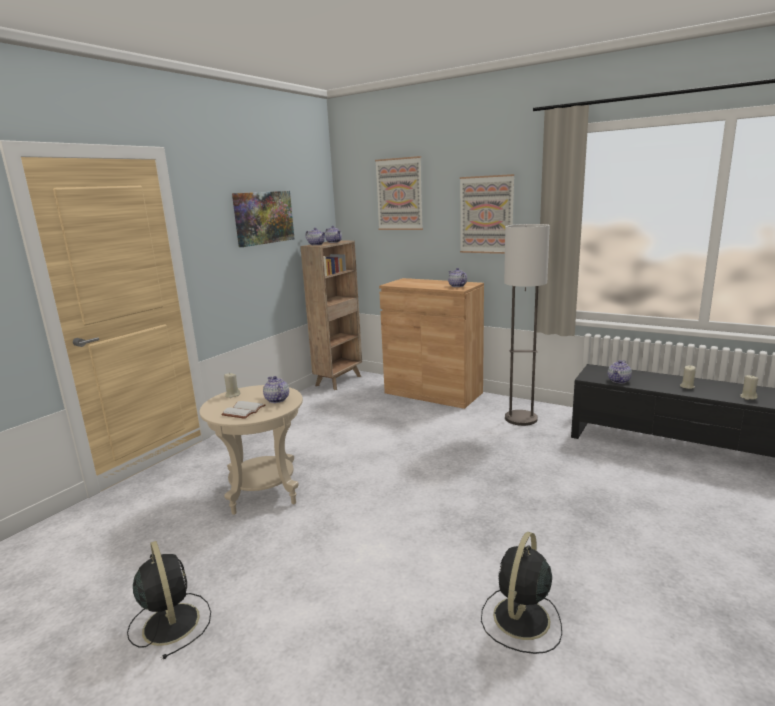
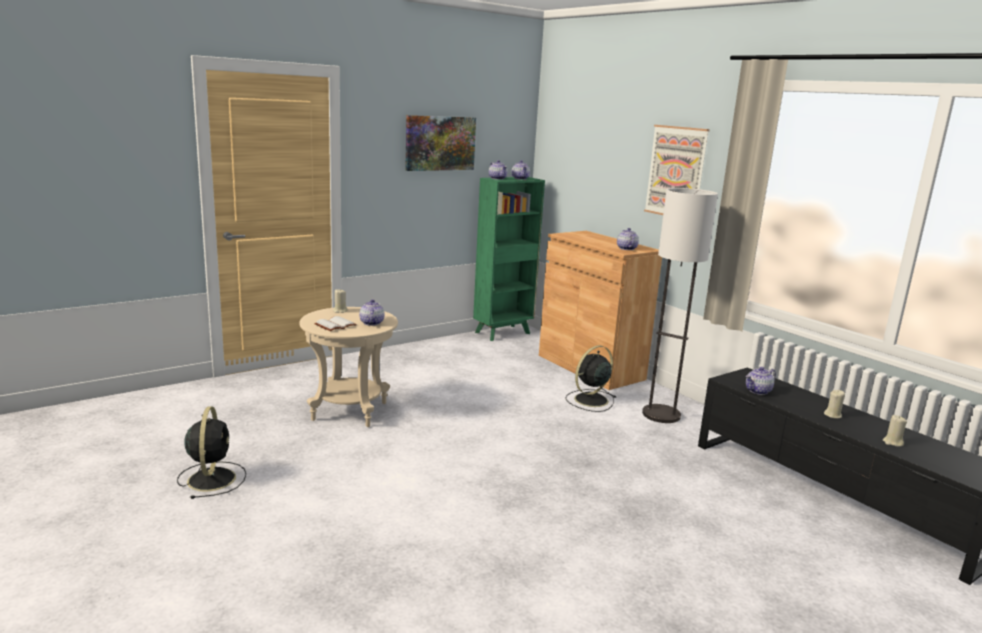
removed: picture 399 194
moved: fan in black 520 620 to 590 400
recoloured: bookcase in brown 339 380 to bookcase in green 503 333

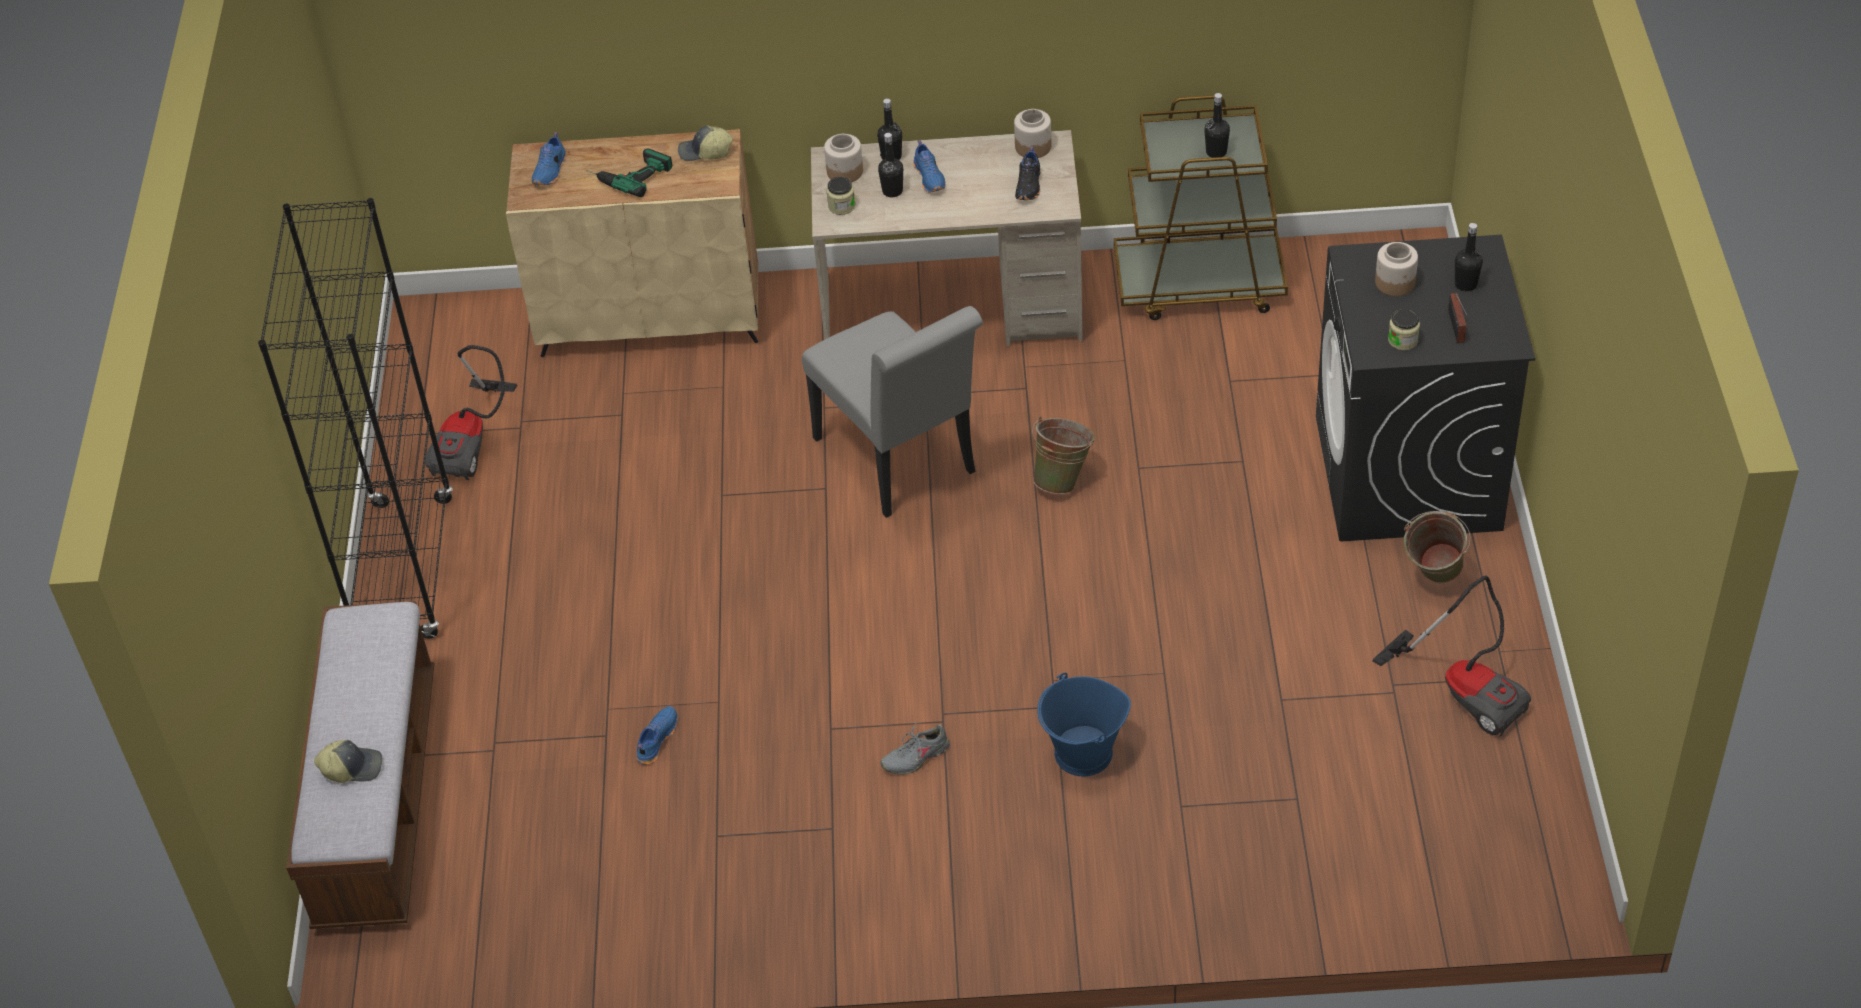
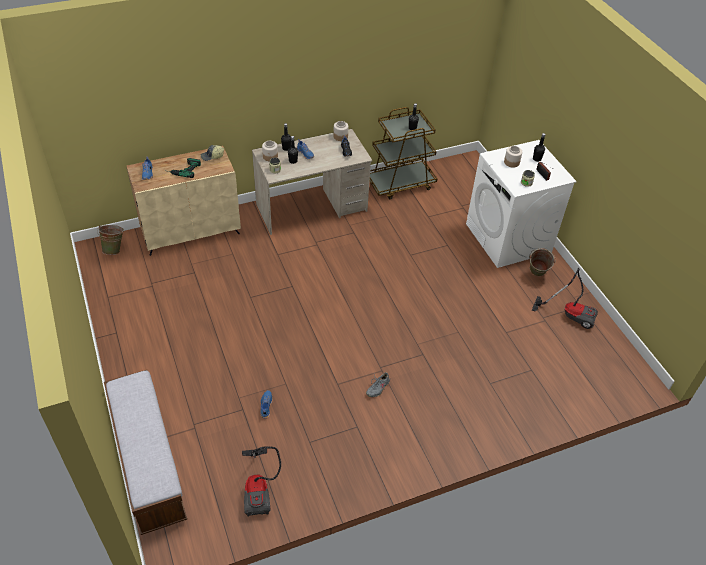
removed: bookcase in black 405 570; cap 352 767; chair in grey 900 462; bucket in blue 1083 754
moved: vacuum cleaner 474 441 to 259 489; bucket in green 1063 479 to 114 249
recoloured: washing machine in black 1408 474 to washing machine in white 508 238

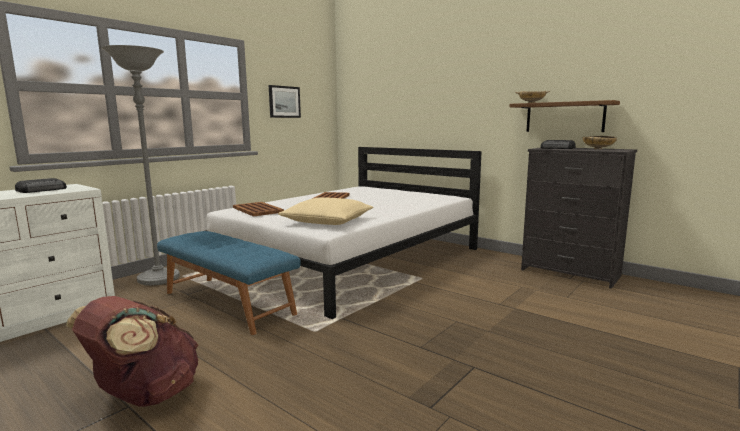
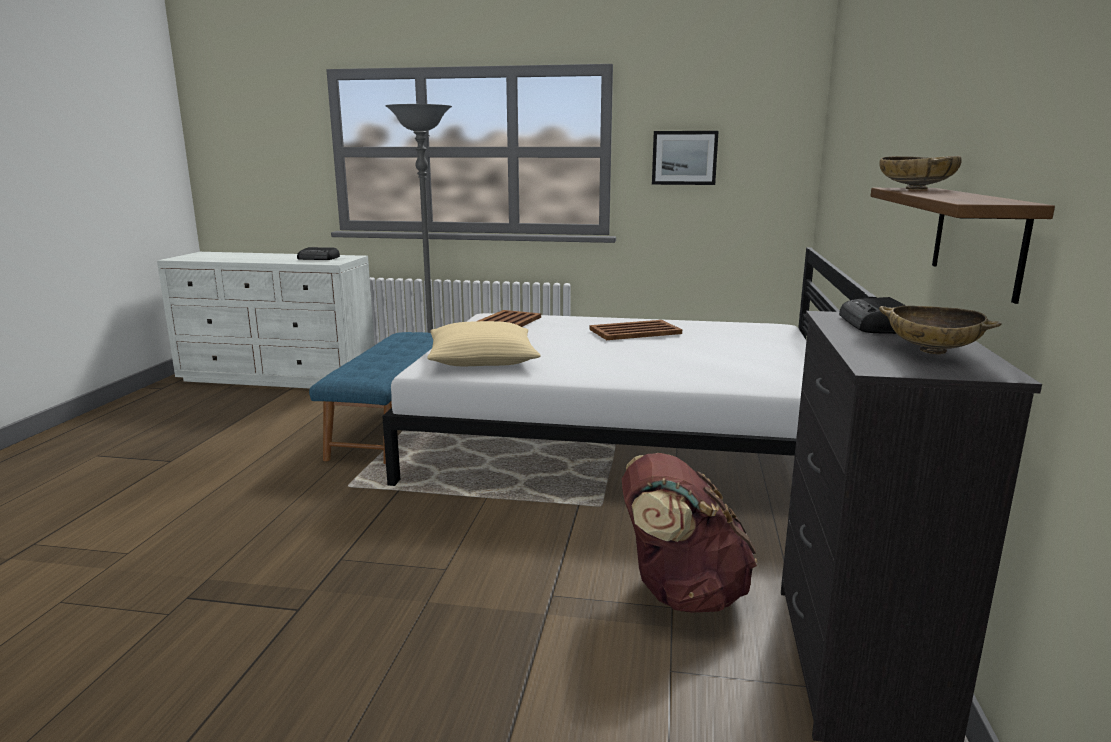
moved: backpack in brown 144 396 to 681 593

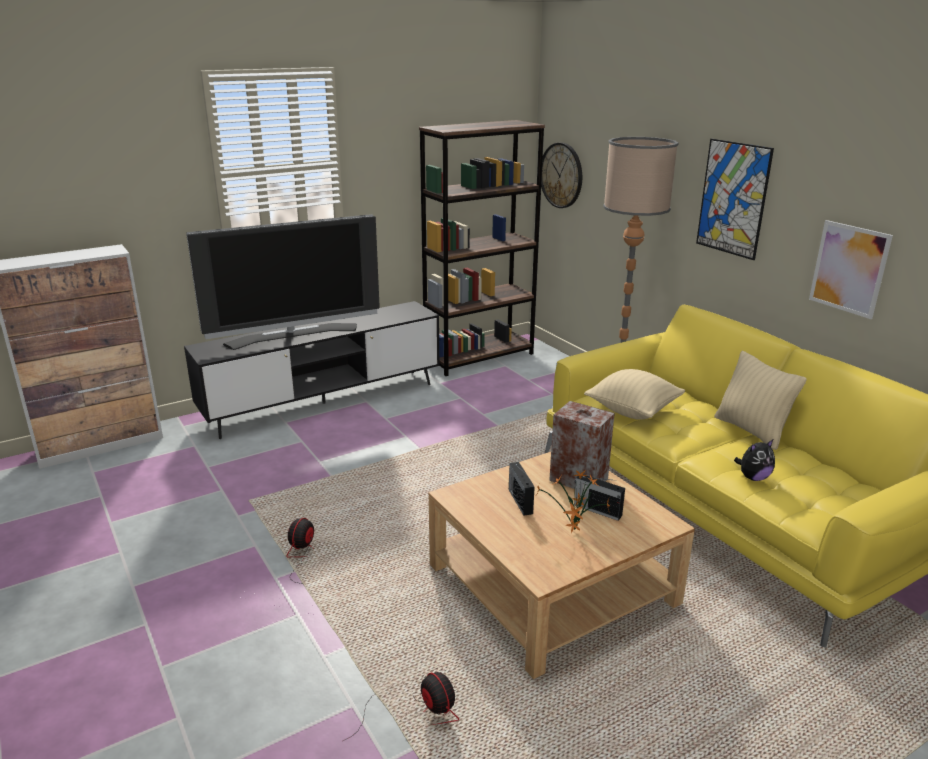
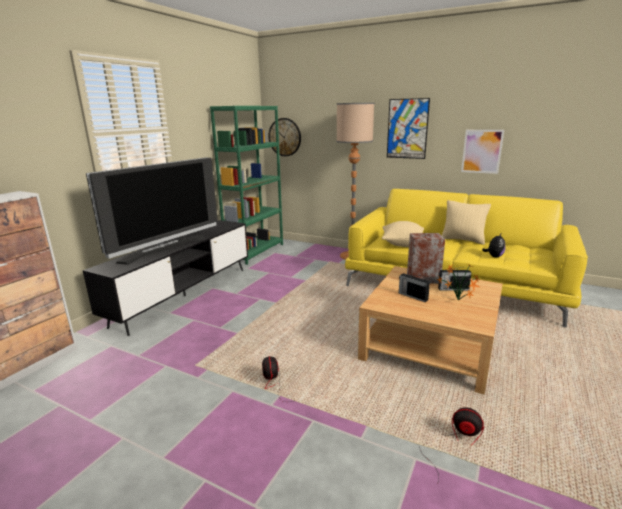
recoloured: bookcase in brown 479 357 to bookcase in green 255 252

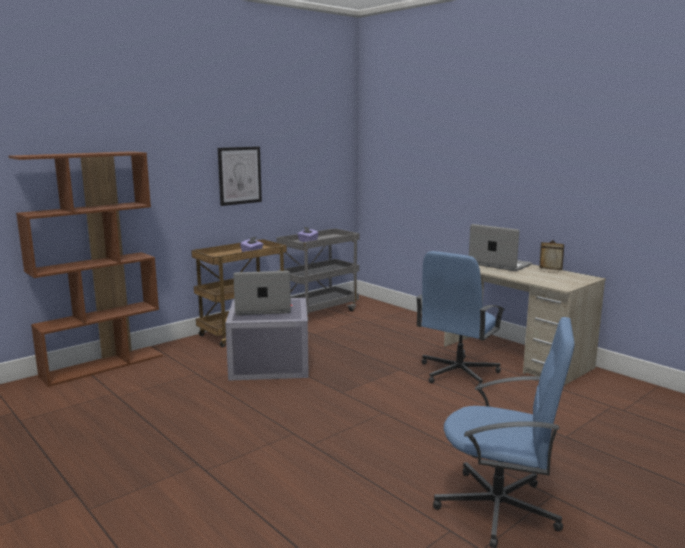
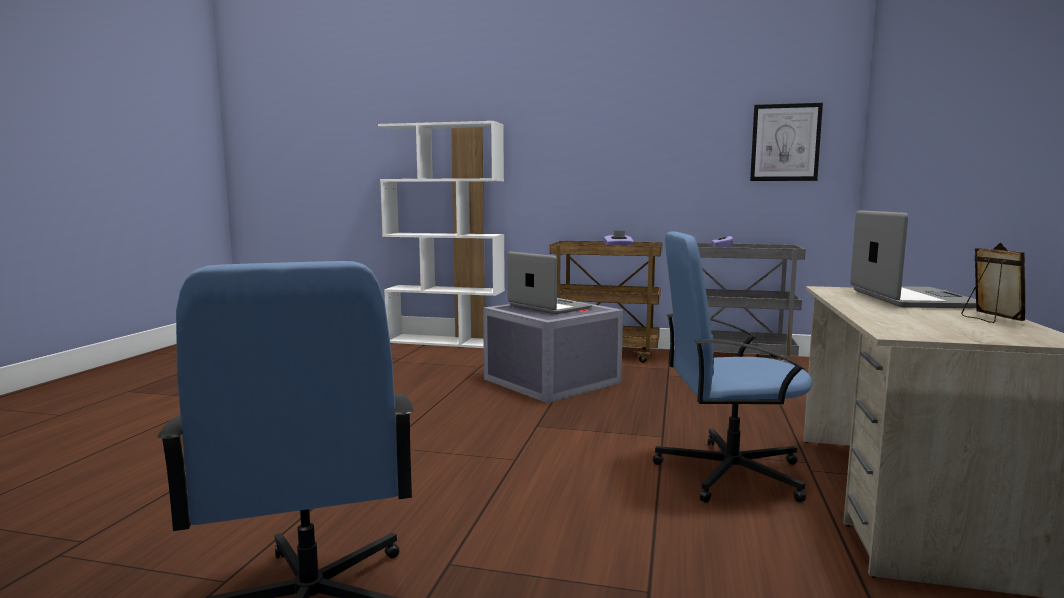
moved: picture 239 175 to 785 142
recoloured: bookcase in brown 103 365 to bookcase in white 446 342

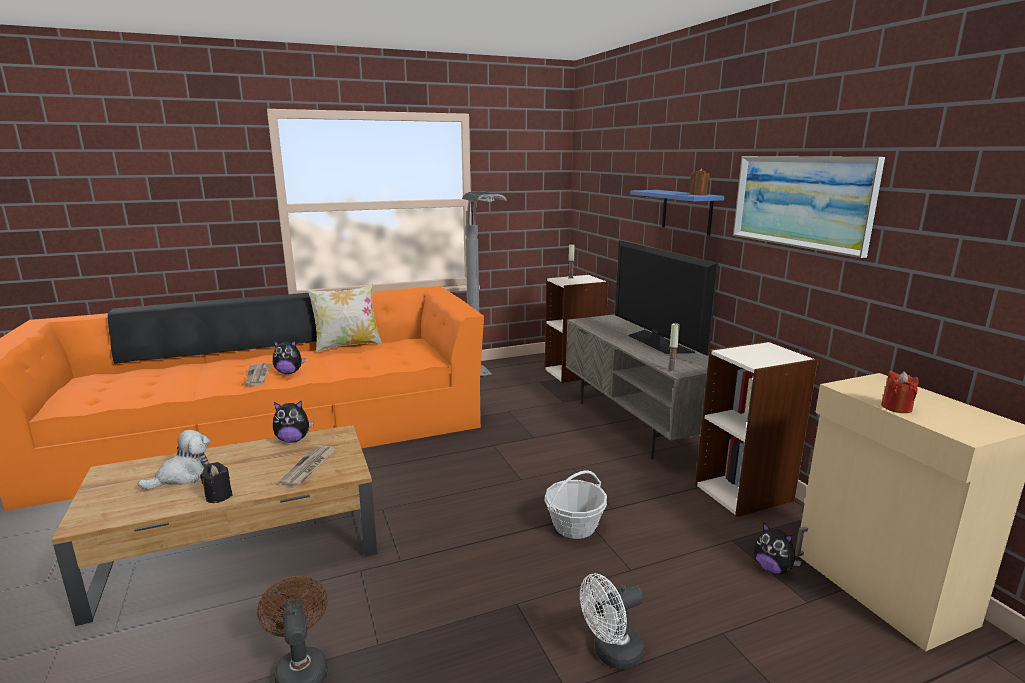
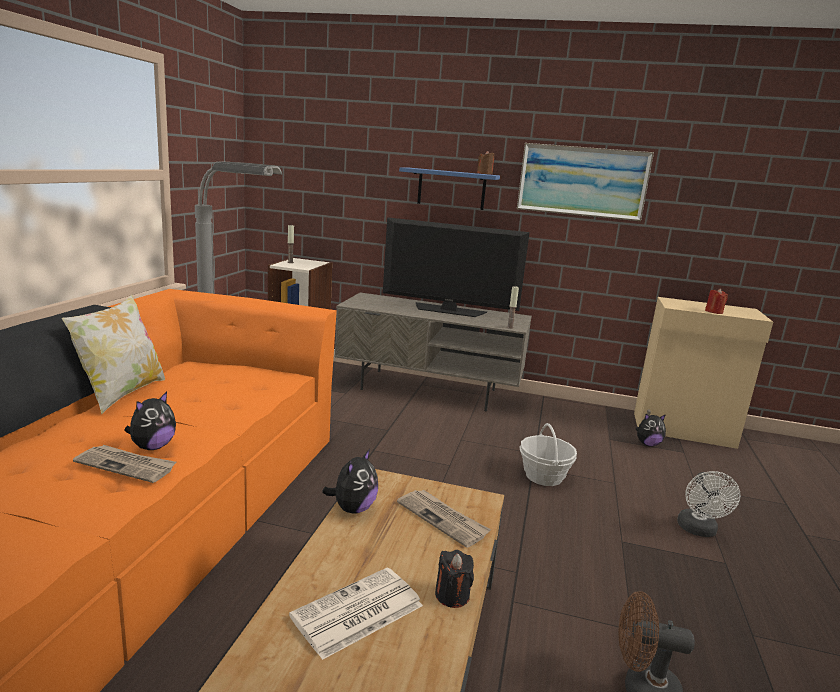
removed: bookcase 744 492
replaced: plush toy 183 476 to newspaper 356 613

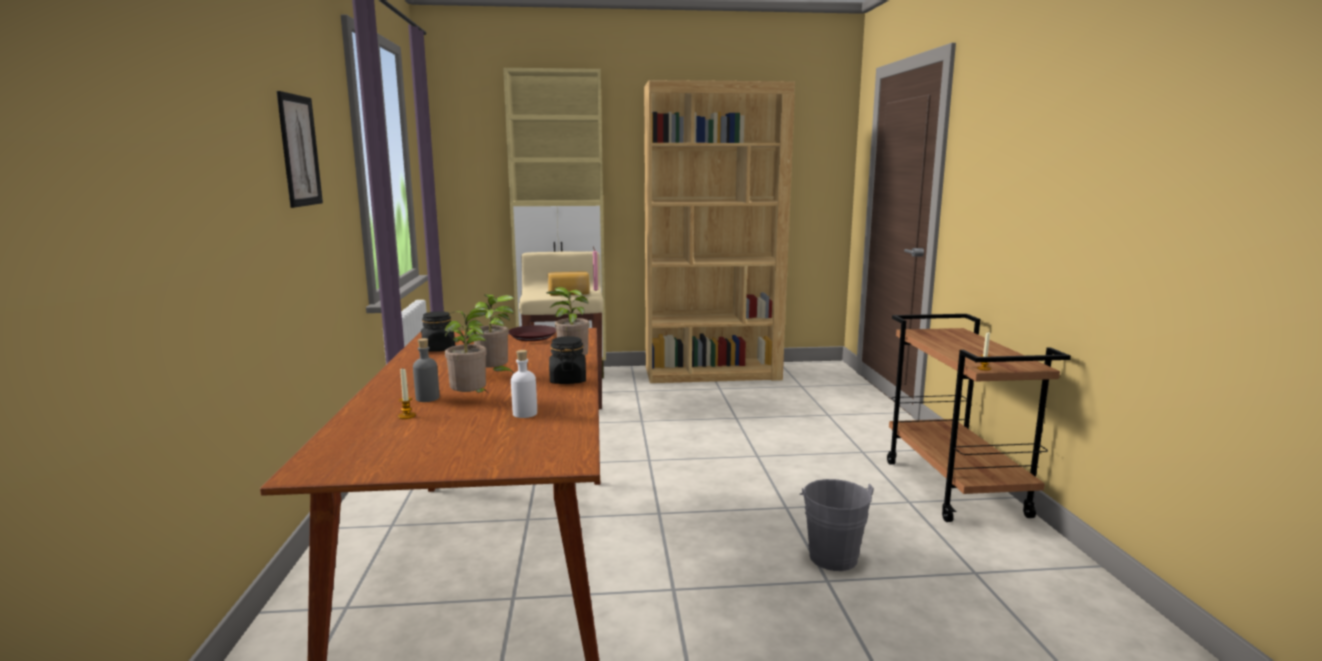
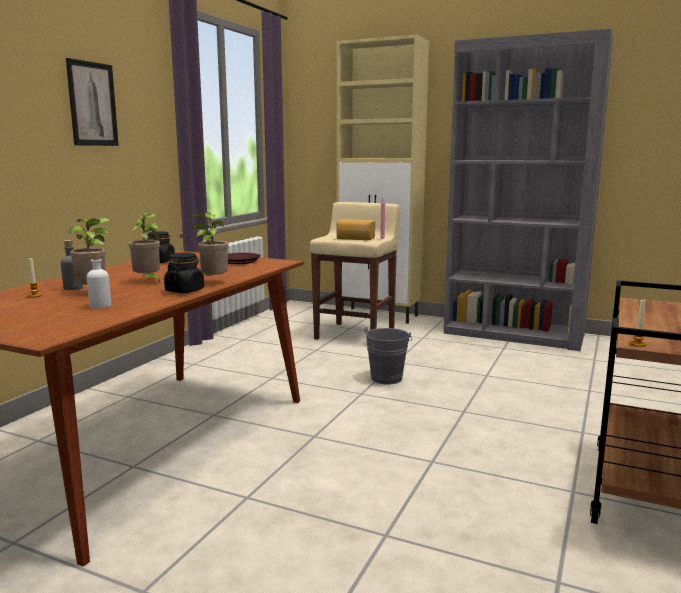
moved: bucket in grey 831 554 to 387 377
recoloured: bookcase in brown 712 373 to bookcase in grey 514 334

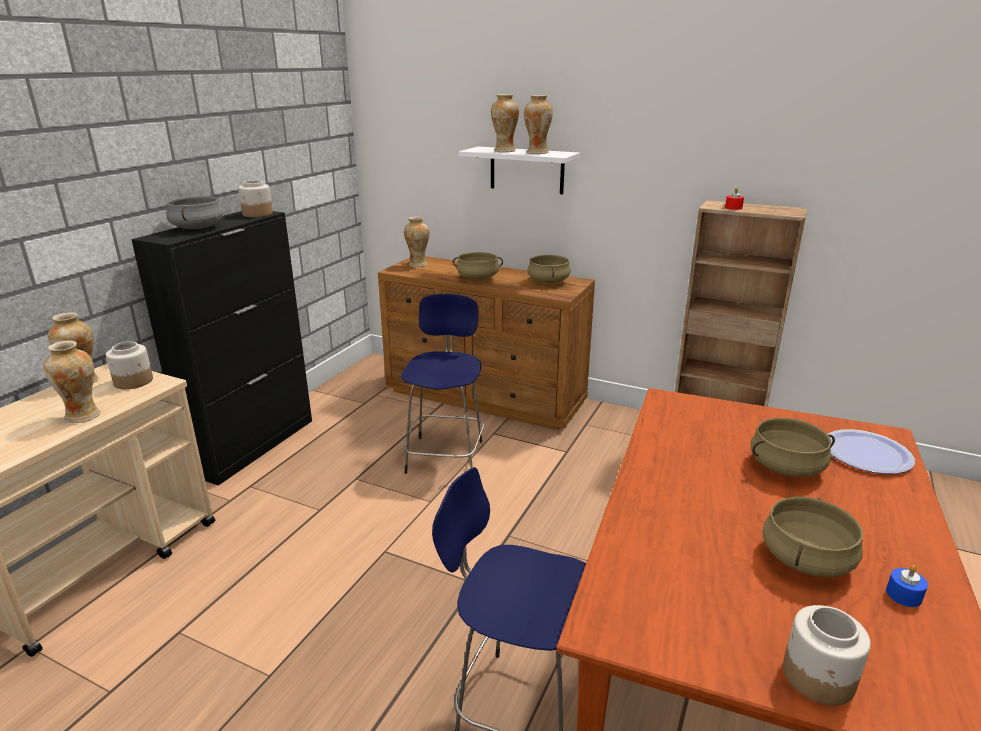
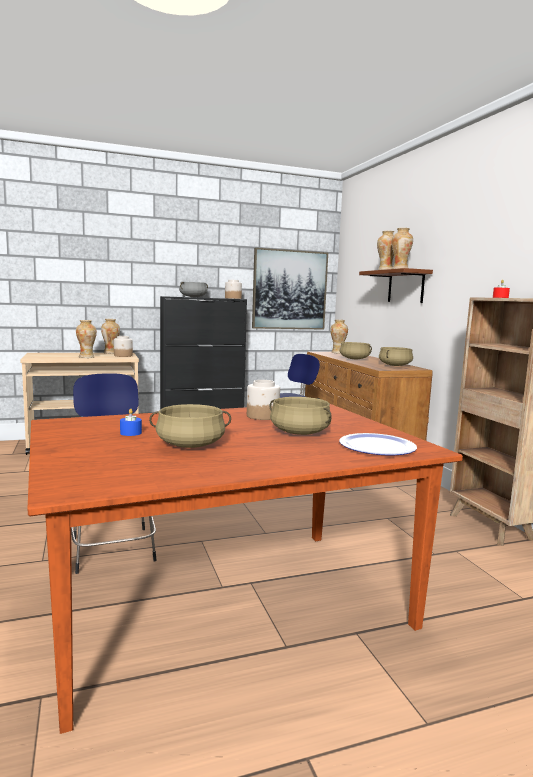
added: picture 289 290
moved: jar 819 677 to 262 416; candle in blue 903 595 to 130 433
recoloured: shelf in white 526 170 to shelf in brown 406 287

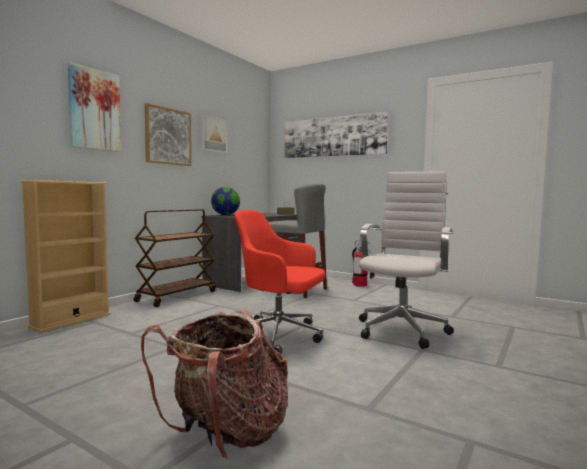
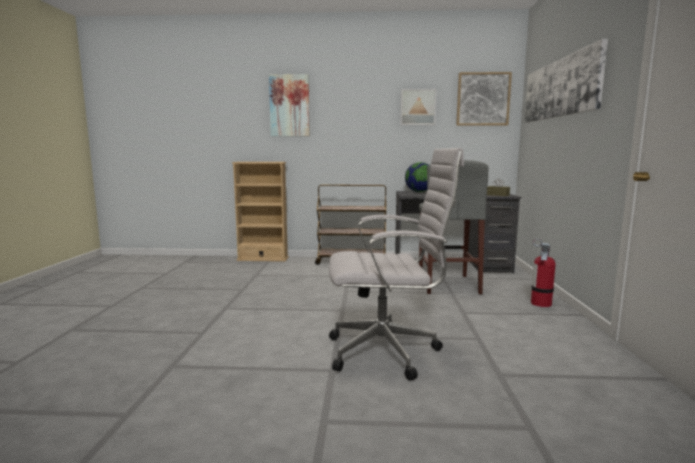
removed: backpack 226 434; office chair in red 278 336
moved: picture 168 136 to 483 99

